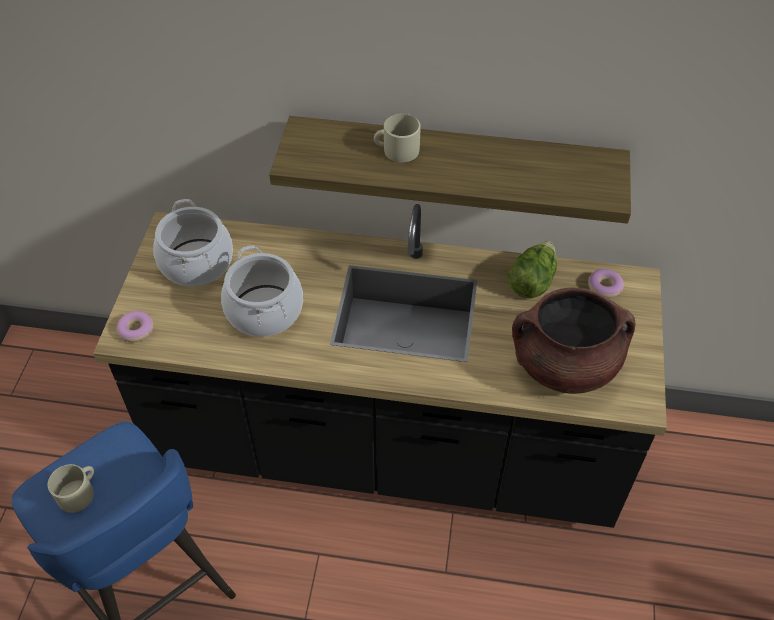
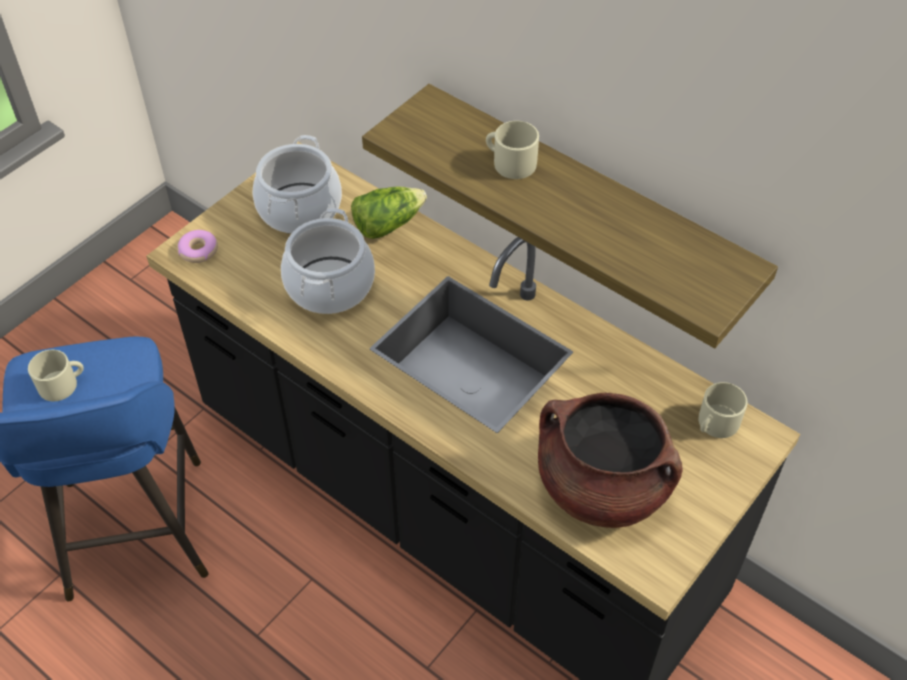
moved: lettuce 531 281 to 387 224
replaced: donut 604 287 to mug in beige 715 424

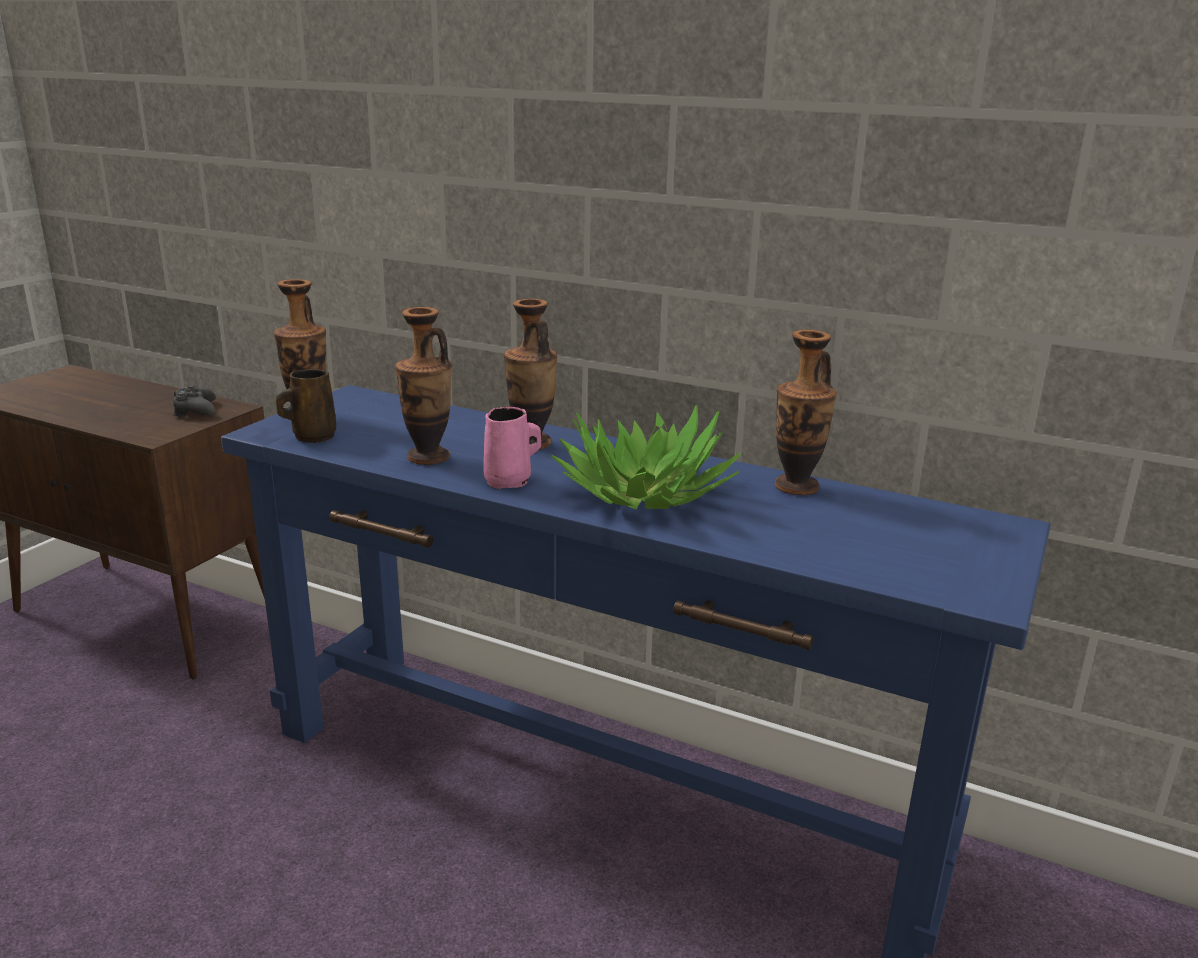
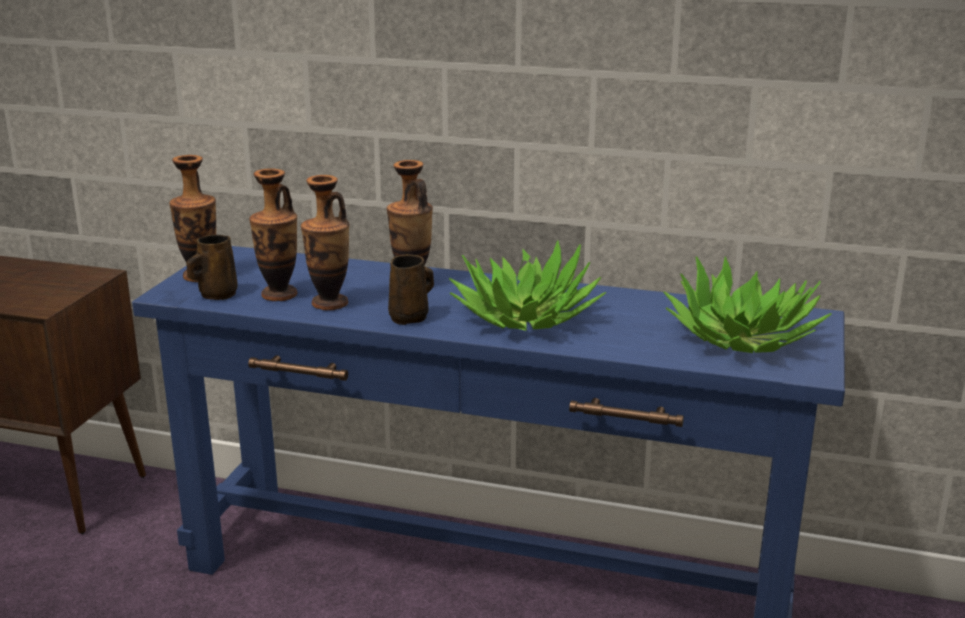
removed: game controller in black 195 410
added: potted plant 742 336
moved: vase 796 487 to 279 295
recoloured: mug in pink 510 481 to mug in brown 410 317

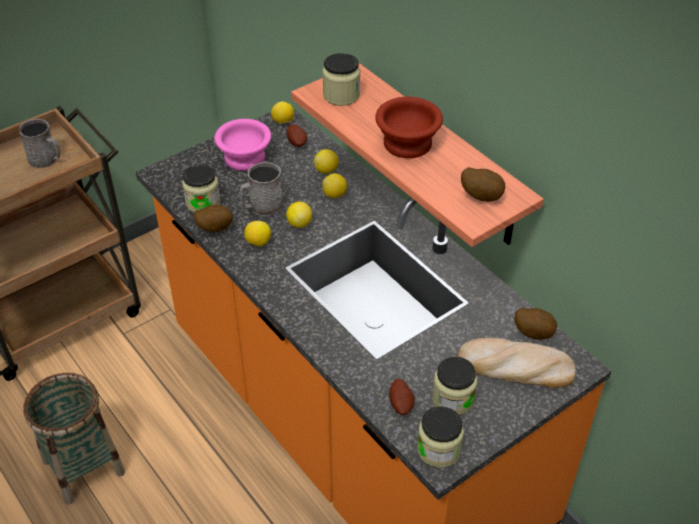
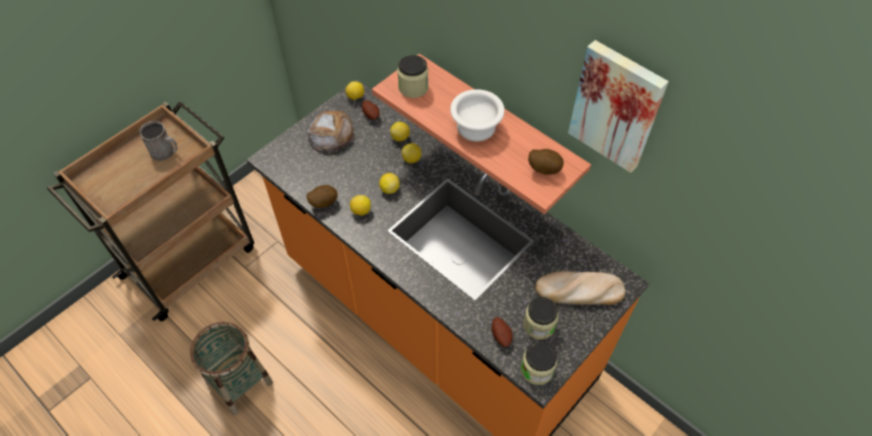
removed: jar 203 202; mug in grey 262 207; potato 533 333
added: picture 617 106
replaced: bowl in pink 243 157 to bread 331 134
recoloured: bowl in brown 408 142 to bowl in white 476 126

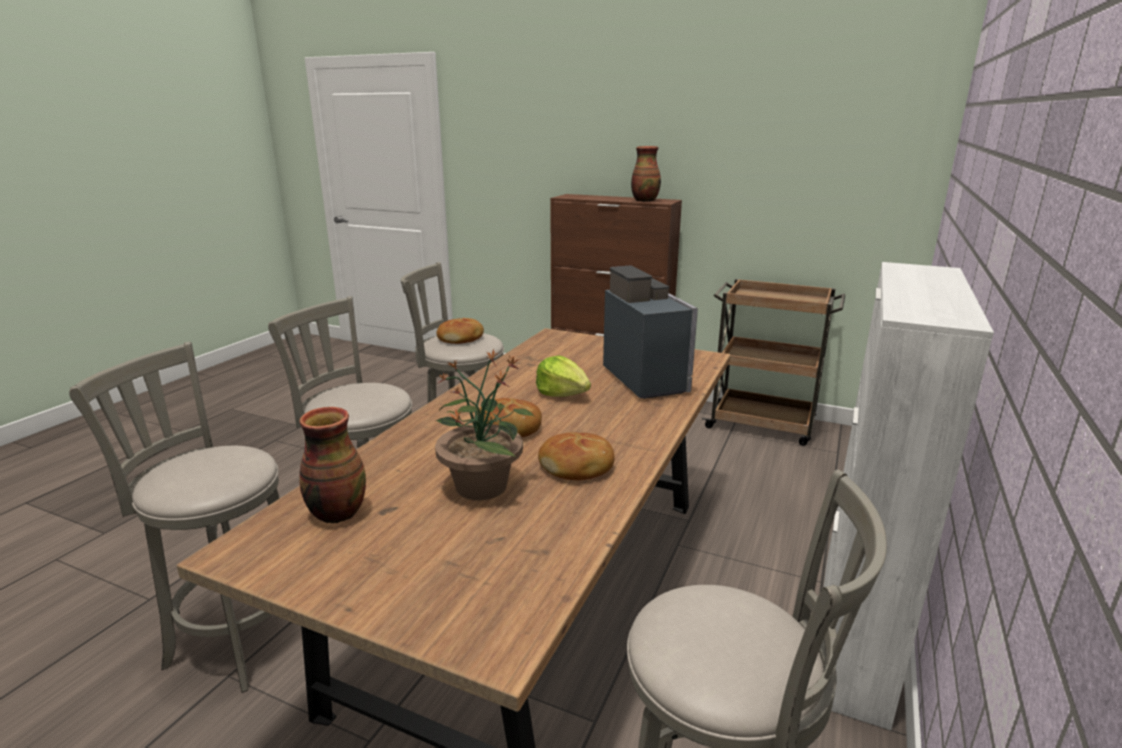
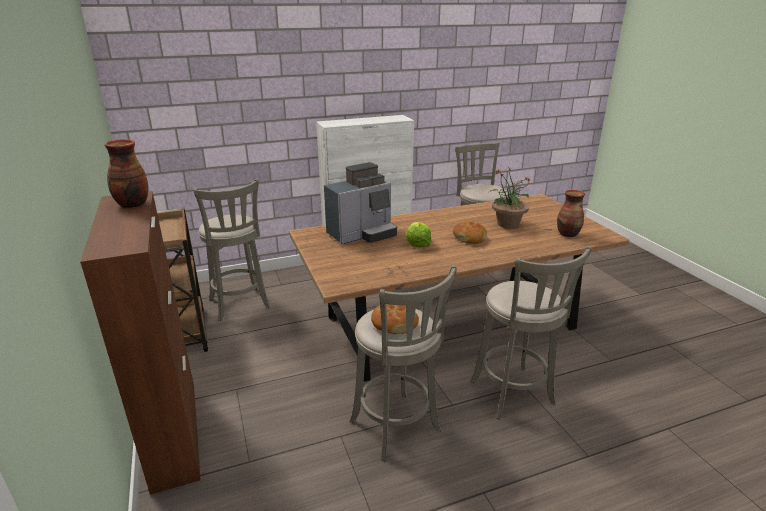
removed: bread 577 467
moved: stool in grey 237 636 to 240 305
turned: coffee machine 648 378 = 362 234 150 degrees counterclockwise

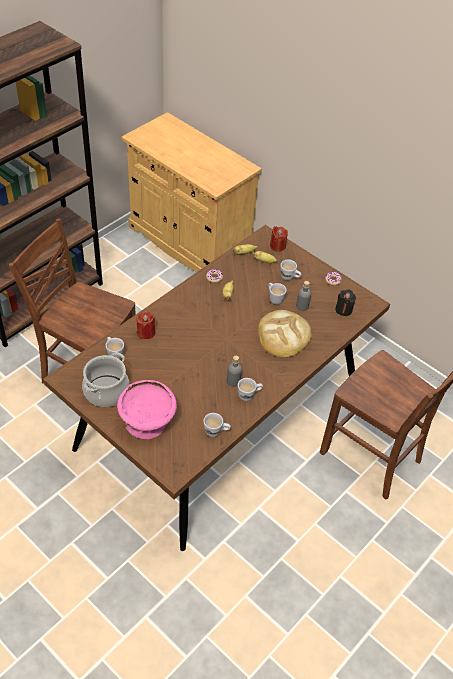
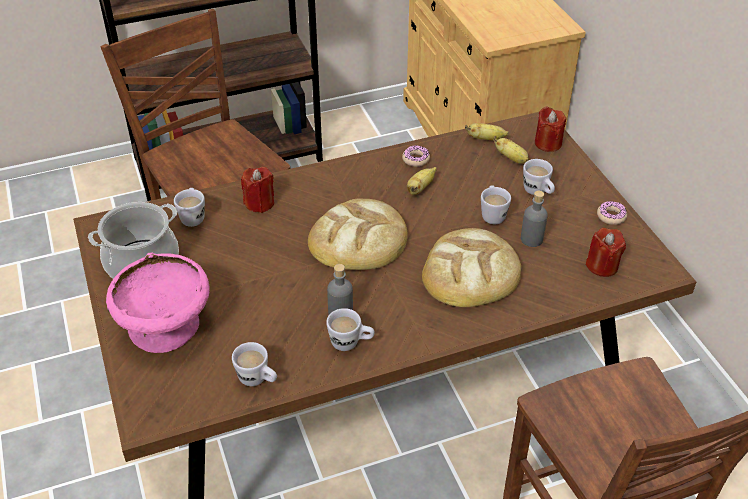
added: bread 359 240
recoloured: candle in black 343 310 to candle in red 602 266

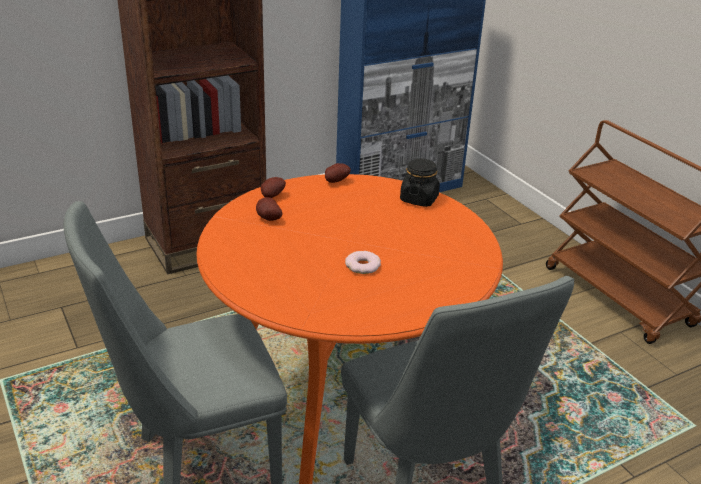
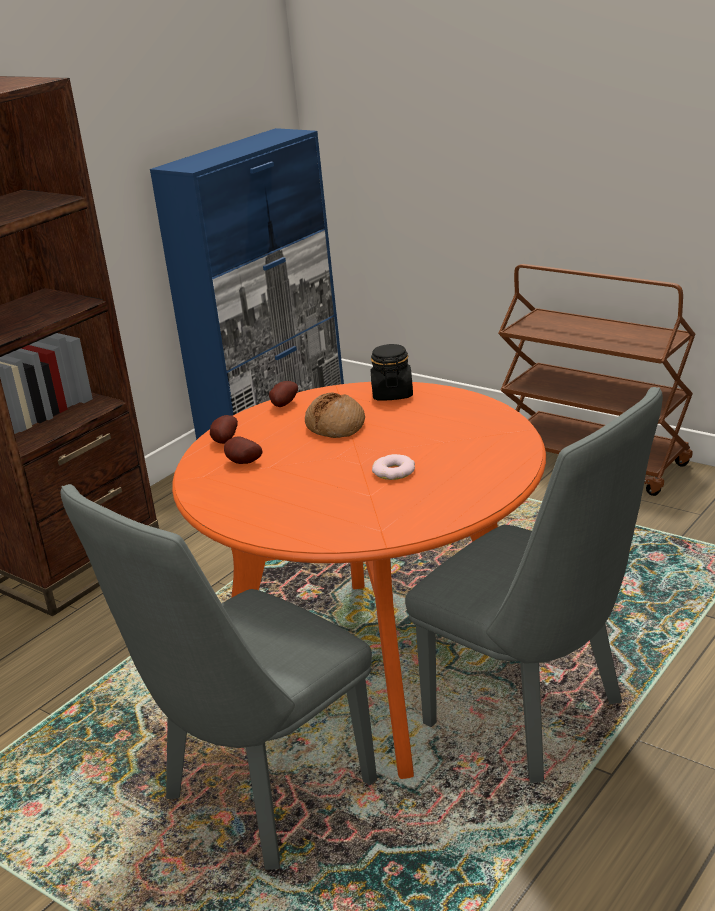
added: bread 336 426

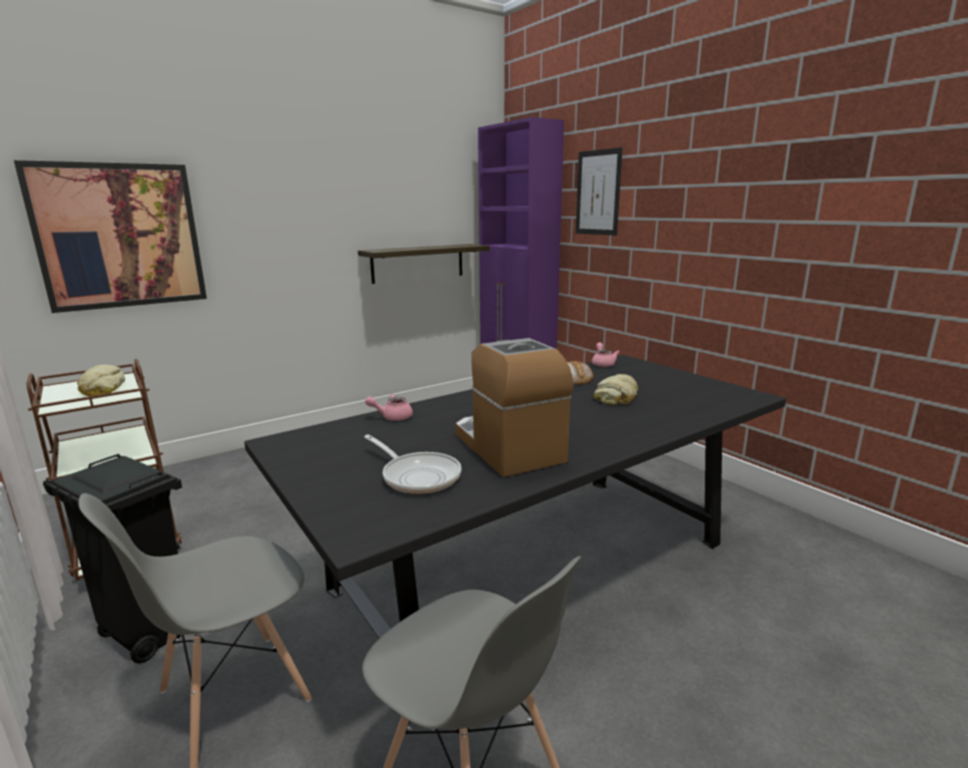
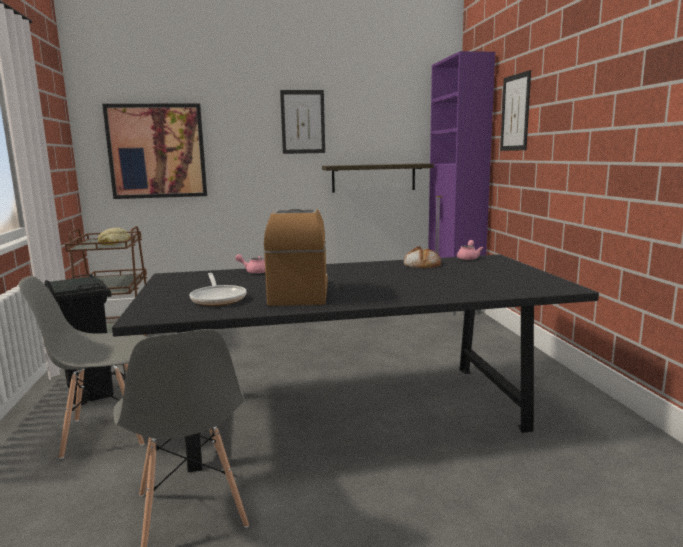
removed: bread 617 396
added: picture 303 122

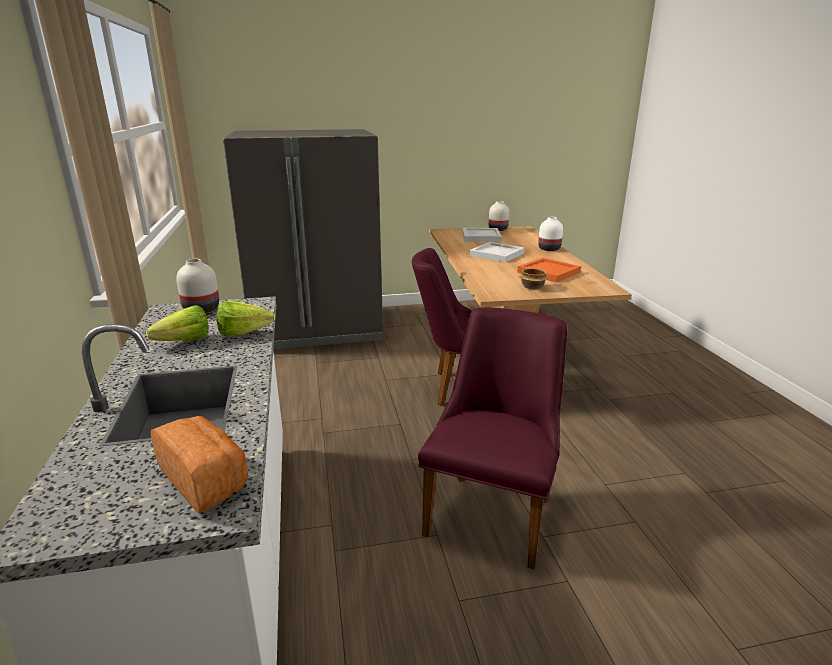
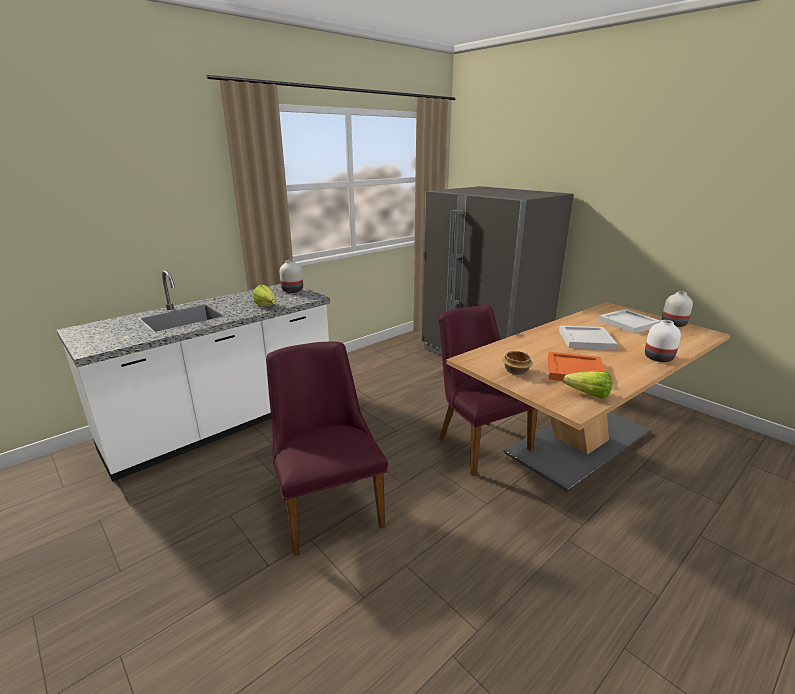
removed: bread 206 479
moved: lettuce 179 342 to 584 394
turned: chair in purple 493 509 = 327 505 105 degrees counterclockwise

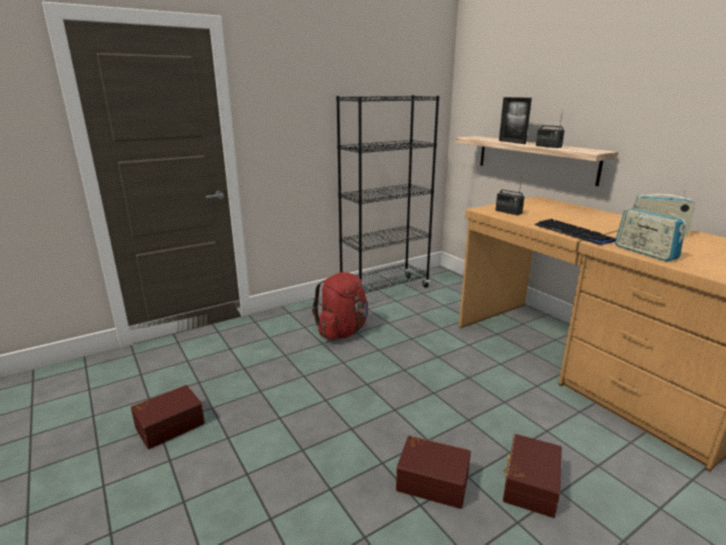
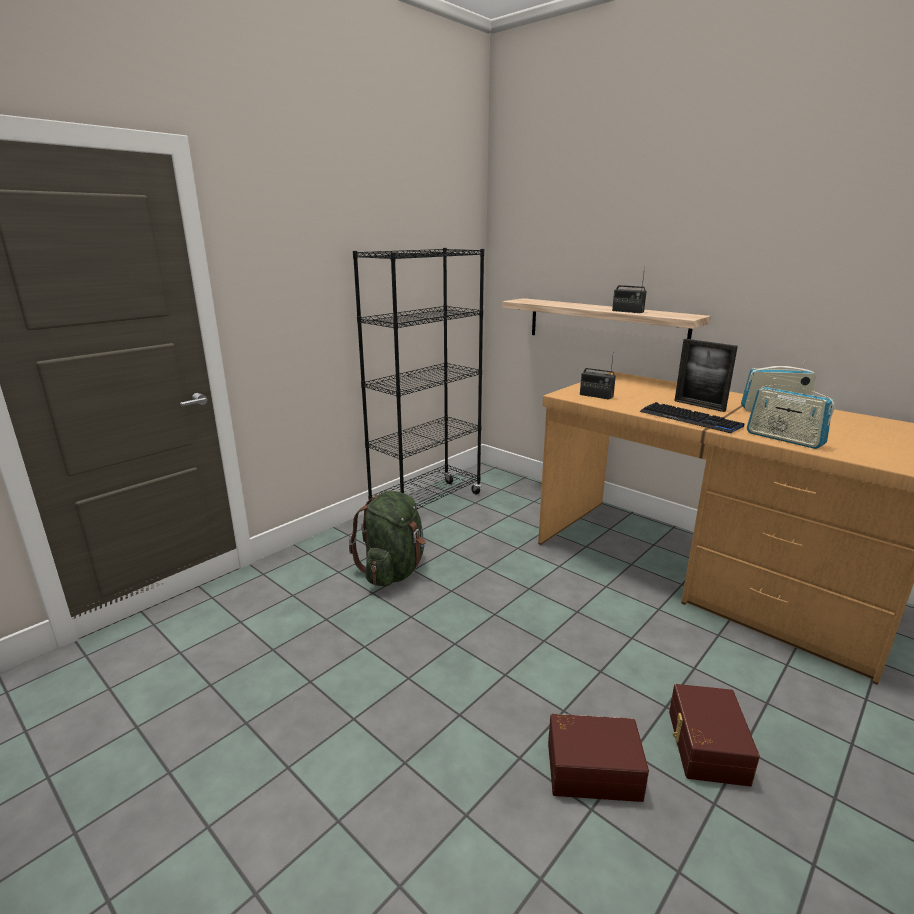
removed: storage box in brown 169 425
moved: picture frame 511 142 to 699 405
recoloured: backpack in red 343 331 to backpack in green 393 571

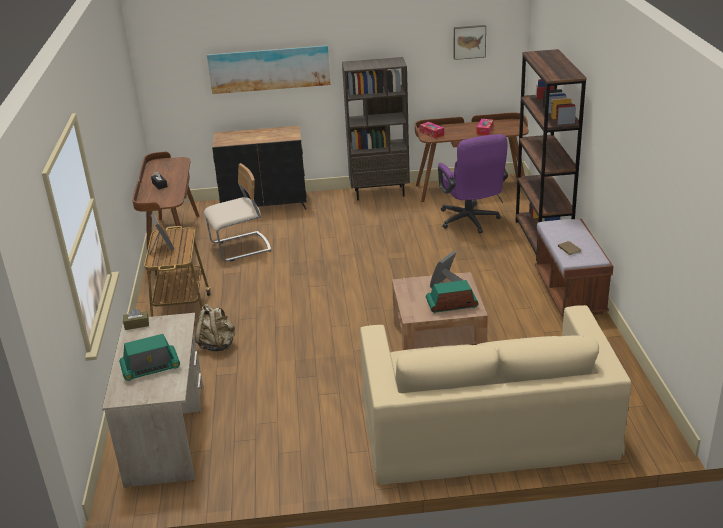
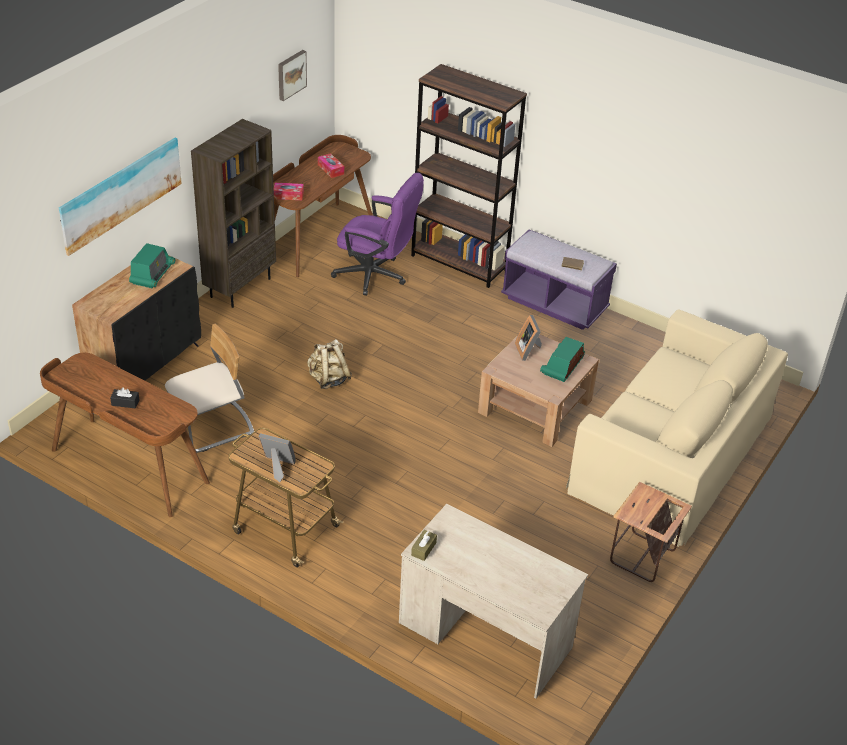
added: side table 641 557
moved: radio 150 368 to 152 274; backpack in beige 217 345 to 328 379
recoloured: bench in brown 569 292 to bench in purple 554 304
turned: chair in beige 241 248 = 213 427 45 degrees clockwise

